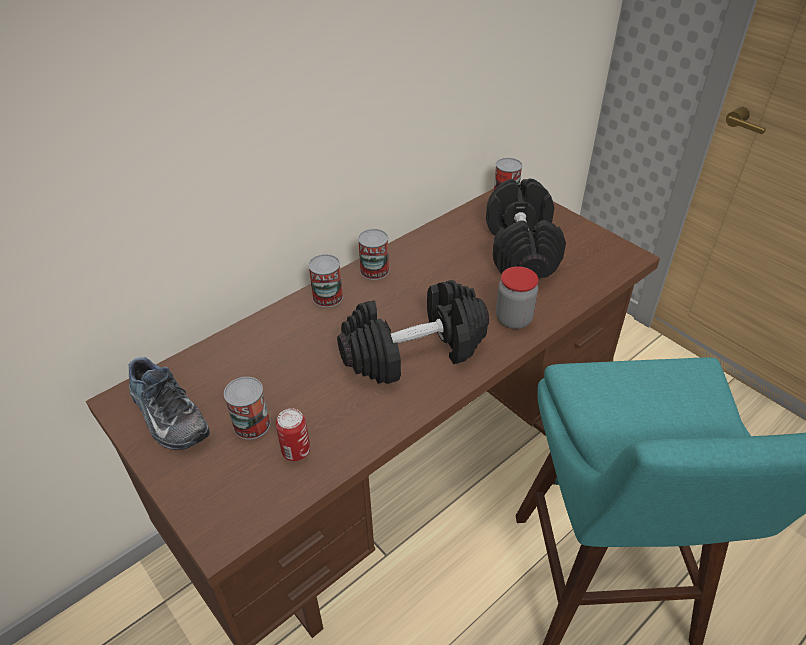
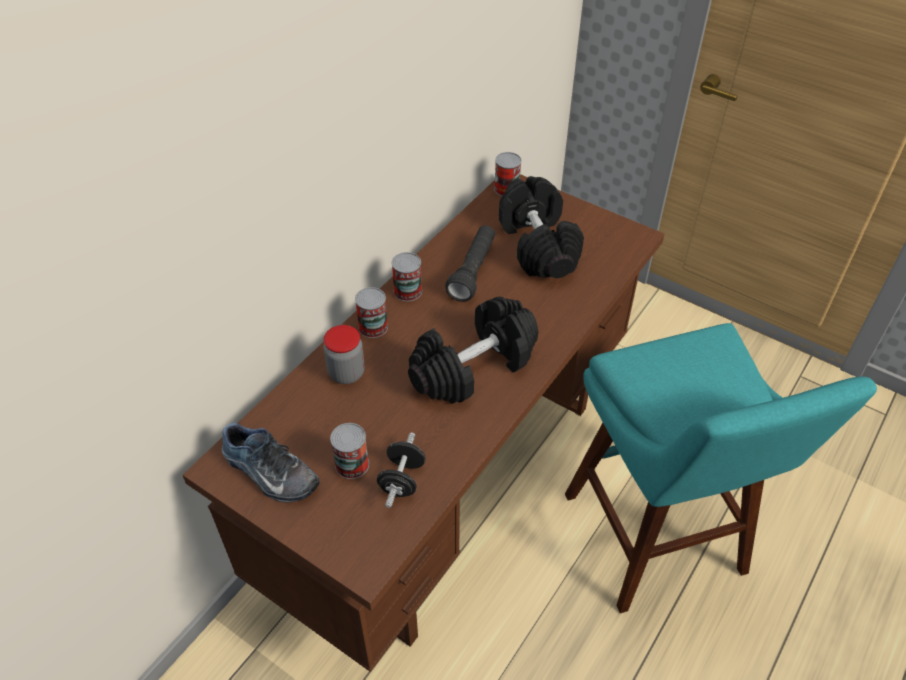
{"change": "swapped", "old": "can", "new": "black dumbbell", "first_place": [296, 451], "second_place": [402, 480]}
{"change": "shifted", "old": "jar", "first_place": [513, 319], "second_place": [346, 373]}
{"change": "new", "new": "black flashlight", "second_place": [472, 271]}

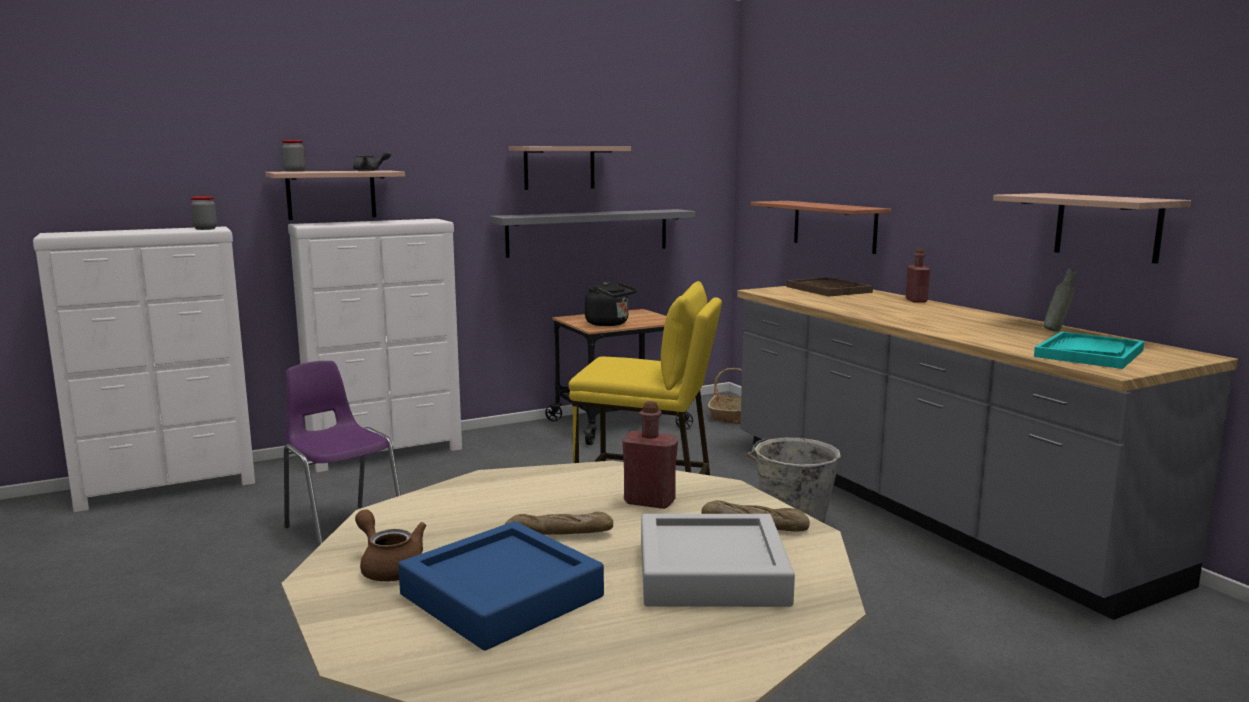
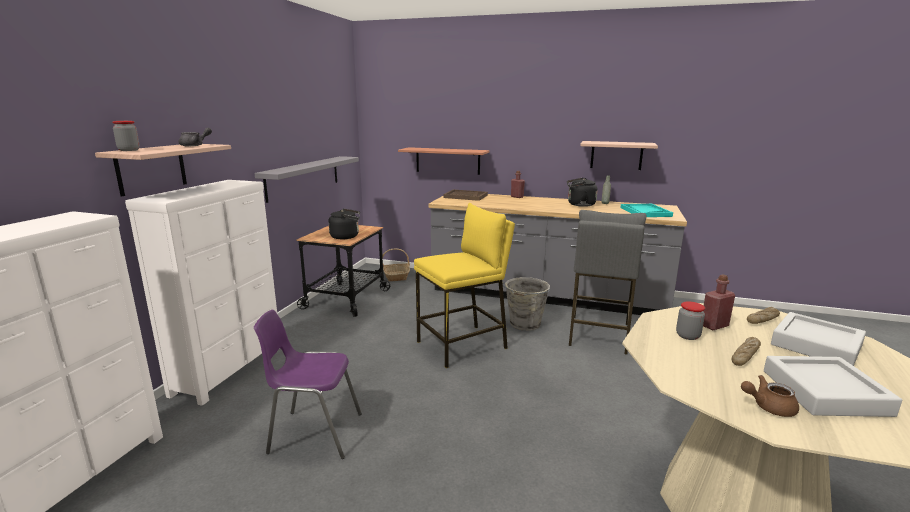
{"change": "shifted", "old": "jar", "first_place": [205, 229], "second_place": [687, 336]}
{"change": "repainted", "old": "blue tray", "new": "grey tray", "first_place": [501, 596], "second_place": [824, 392]}
{"change": "gone", "old": "shelf", "first_place": [559, 168]}
{"change": "new", "new": "black kettle", "second_place": [579, 205]}
{"change": "new", "new": "grey stool", "second_place": [598, 334]}

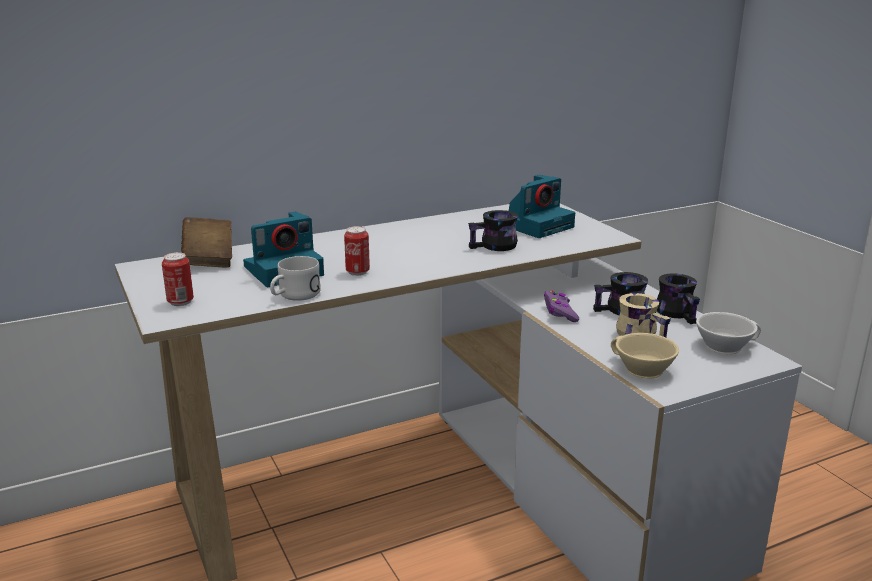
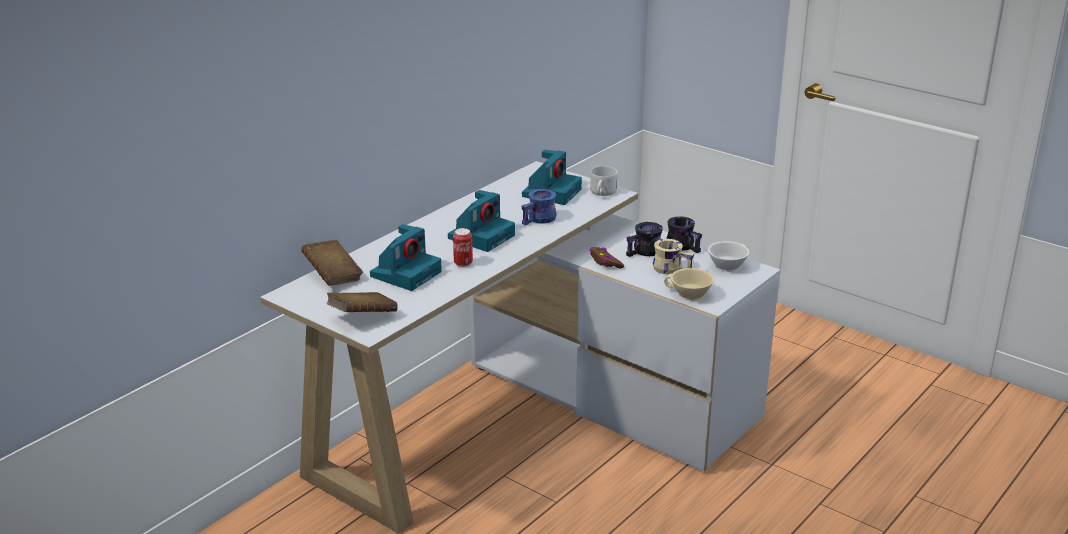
{"change": "swapped", "old": "can", "new": "brown book", "first_place": [180, 302], "second_place": [362, 317]}
{"change": "shifted", "old": "white mug", "first_place": [294, 296], "second_place": [602, 193]}
{"change": "repainted", "old": "black mug", "new": "blue mug", "first_place": [494, 247], "second_place": [540, 220]}
{"change": "repainted", "old": "purple game controller", "new": "brown game controller", "first_place": [560, 312], "second_place": [605, 262]}
{"change": "new", "new": "photo camera", "second_place": [481, 236]}

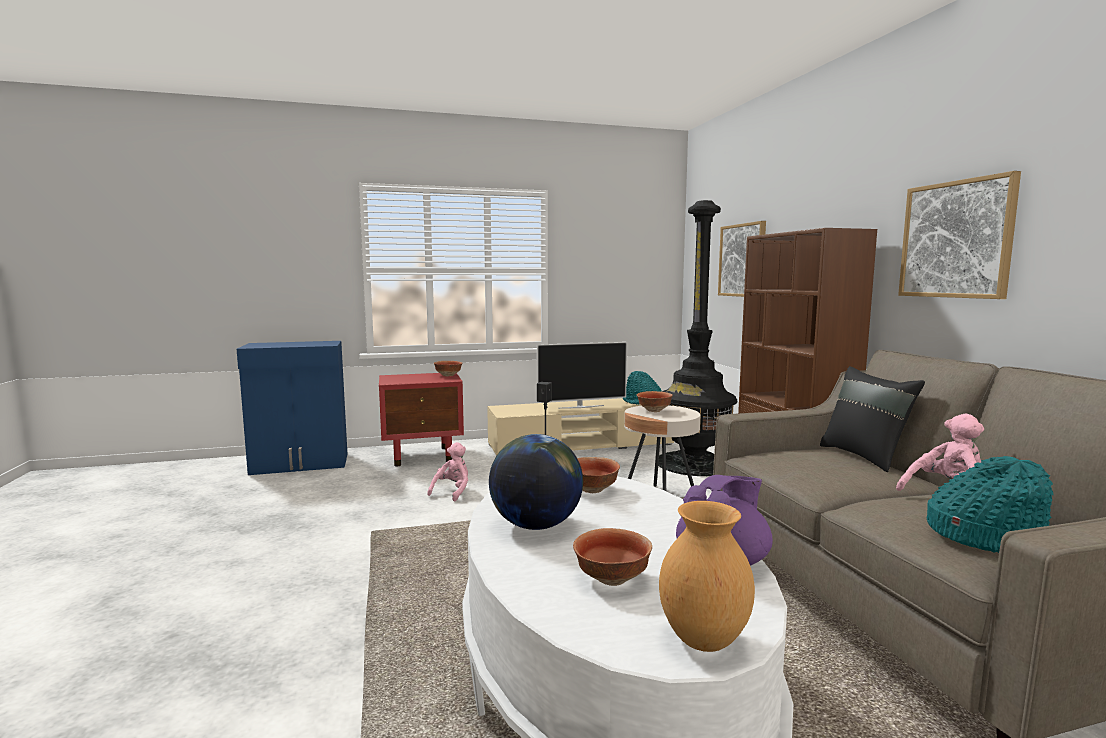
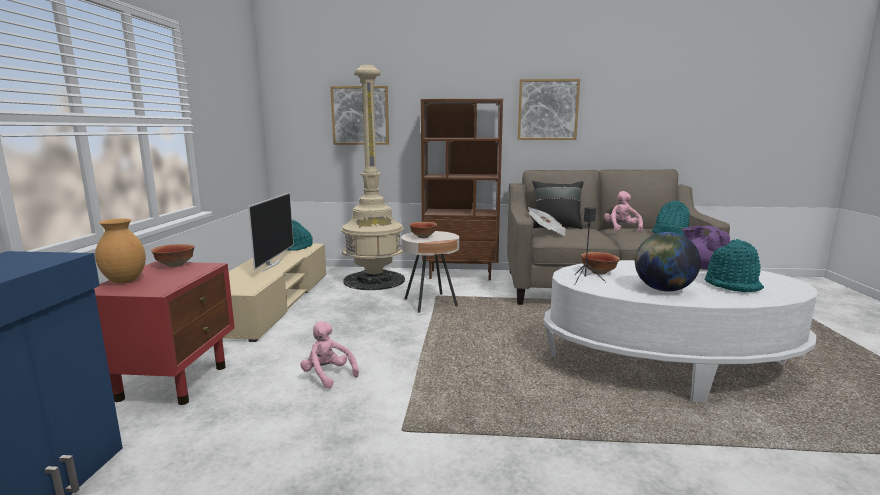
{"change": "swapped", "old": "bowl", "new": "turquoise hat", "first_place": [612, 579], "second_place": [732, 285]}
{"change": "repainted", "old": "black floor lamp", "new": "beige floor lamp", "first_place": [694, 463], "second_place": [374, 280]}
{"change": "shifted", "old": "brown vase", "first_place": [703, 639], "second_place": [124, 281]}
{"change": "new", "new": "newspaper", "second_place": [547, 232]}

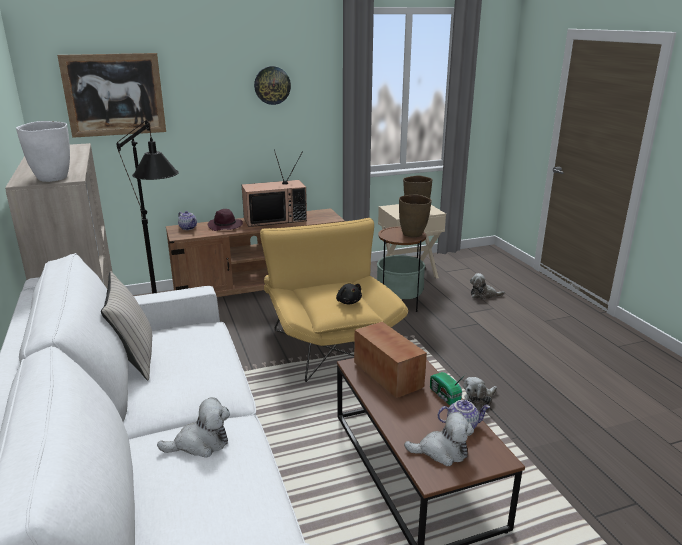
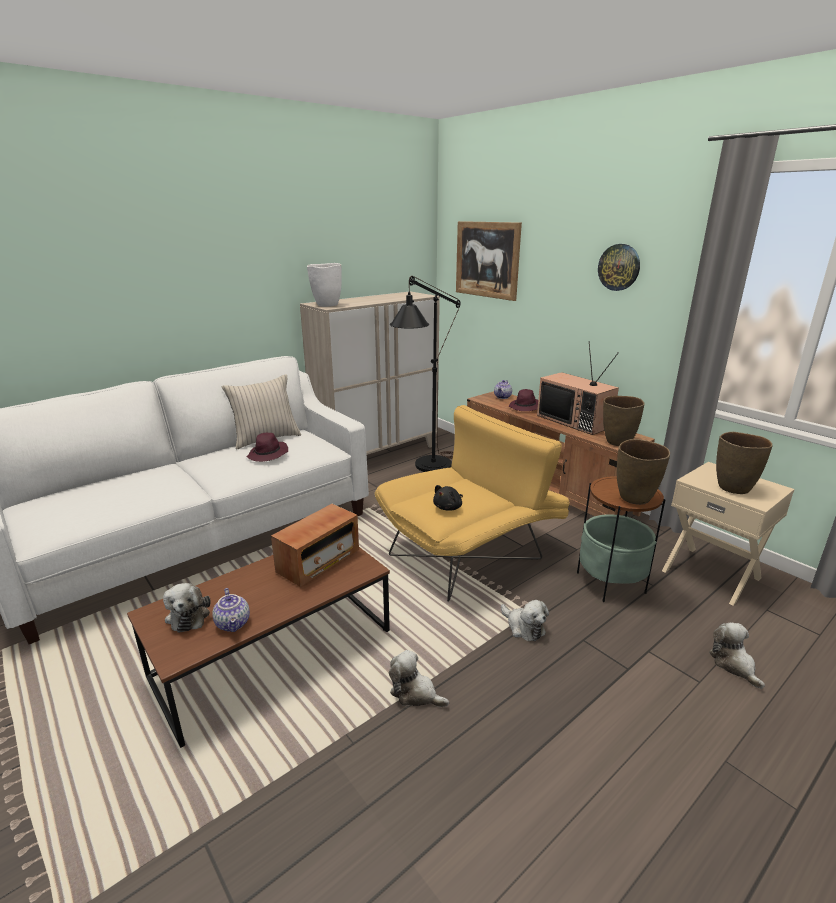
{"change": "shifted", "old": "plush toy", "first_place": [200, 444], "second_place": [523, 627]}
{"change": "gone", "old": "radio", "first_place": [444, 396]}
{"change": "new", "new": "purple hat", "second_place": [268, 455]}
{"change": "new", "new": "brown vase", "second_place": [617, 442]}

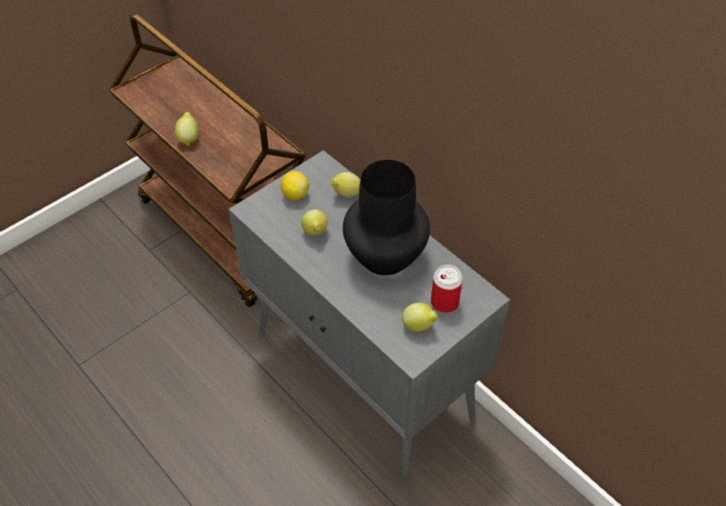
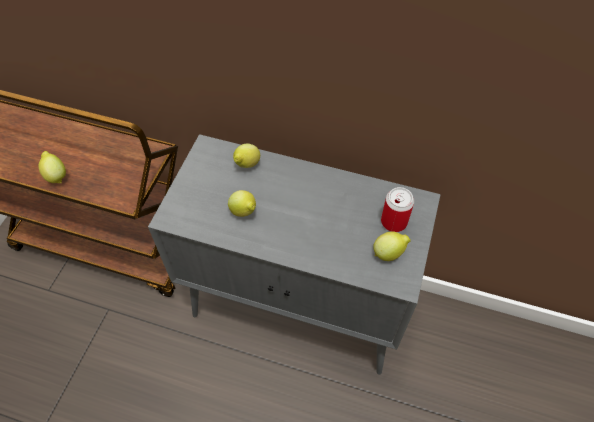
{"change": "gone", "old": "lemon", "first_place": [295, 195]}
{"change": "gone", "old": "black vase", "first_place": [384, 255]}

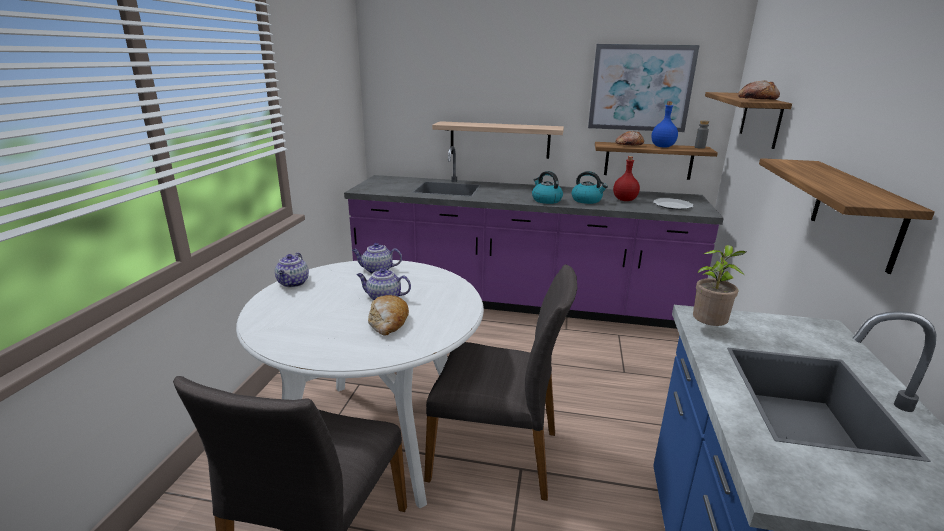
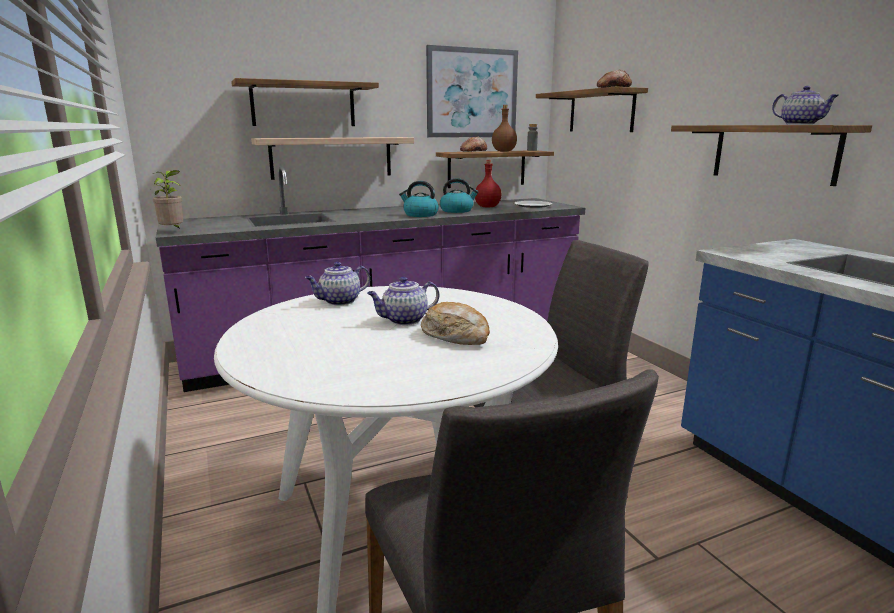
{"change": "shifted", "old": "teapot", "first_place": [293, 283], "second_place": [801, 124]}
{"change": "repainted", "old": "blue bottle", "new": "brown bottle", "first_place": [663, 147], "second_place": [504, 151]}
{"change": "shifted", "old": "potted plant", "first_place": [708, 329], "second_place": [173, 232]}
{"change": "new", "new": "shelf", "second_place": [303, 104]}

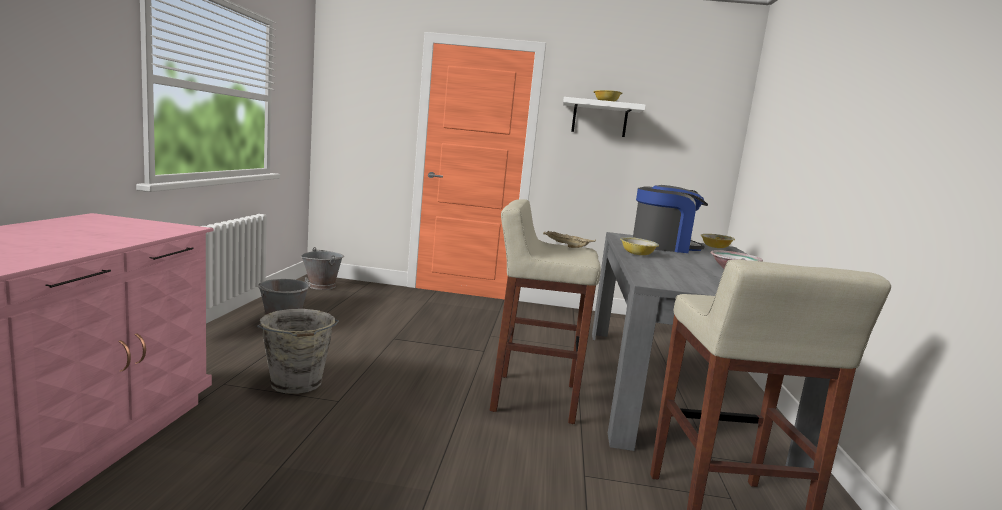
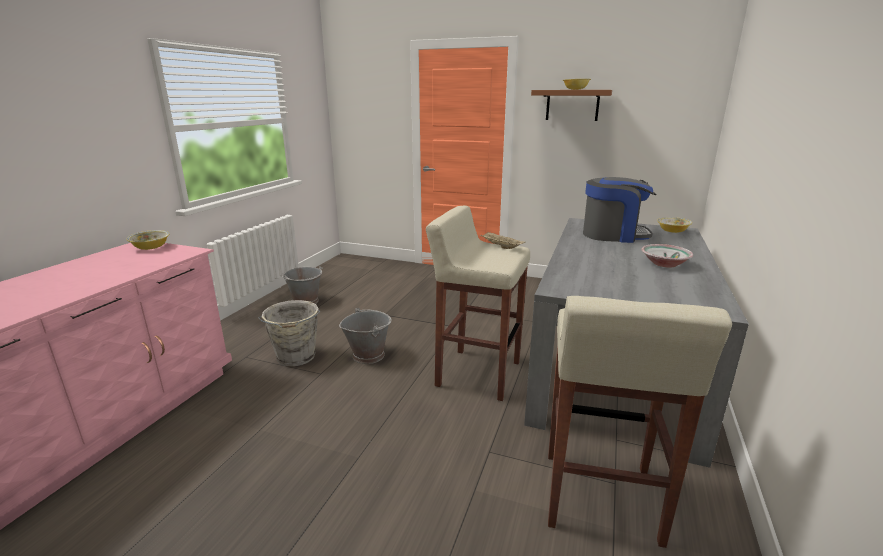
{"change": "shifted", "old": "grey bucket", "first_place": [322, 286], "second_place": [368, 355]}
{"change": "repainted", "old": "white shelf", "new": "brown shelf", "first_place": [599, 119], "second_place": [572, 105]}
{"change": "shifted", "old": "bowl", "first_place": [637, 254], "second_place": [151, 248]}

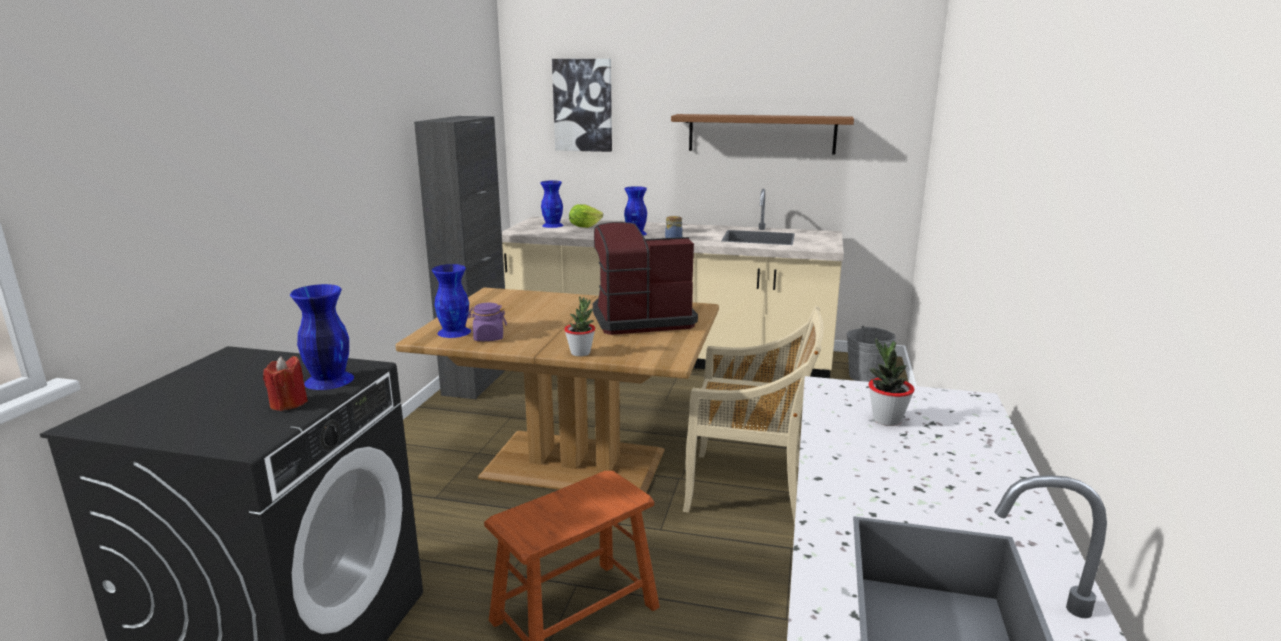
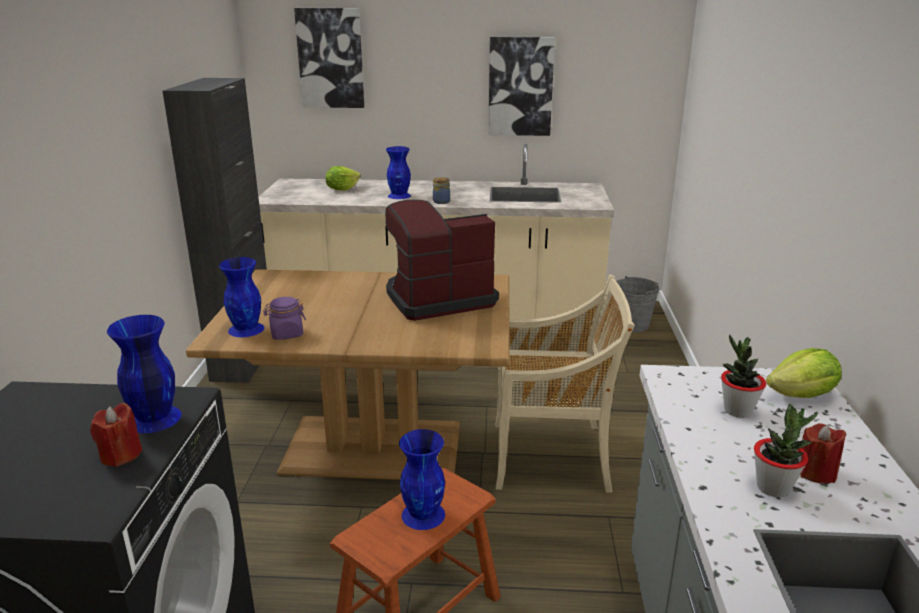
{"change": "shifted", "old": "blue vase", "first_place": [553, 225], "second_place": [424, 515]}
{"change": "shifted", "old": "potted plant", "first_place": [580, 353], "second_place": [773, 488]}
{"change": "swapped", "old": "brown shelf", "new": "picture", "first_place": [761, 134], "second_place": [520, 86]}
{"change": "new", "new": "lettuce", "second_place": [802, 395]}
{"change": "new", "new": "red candle", "second_place": [816, 473]}

